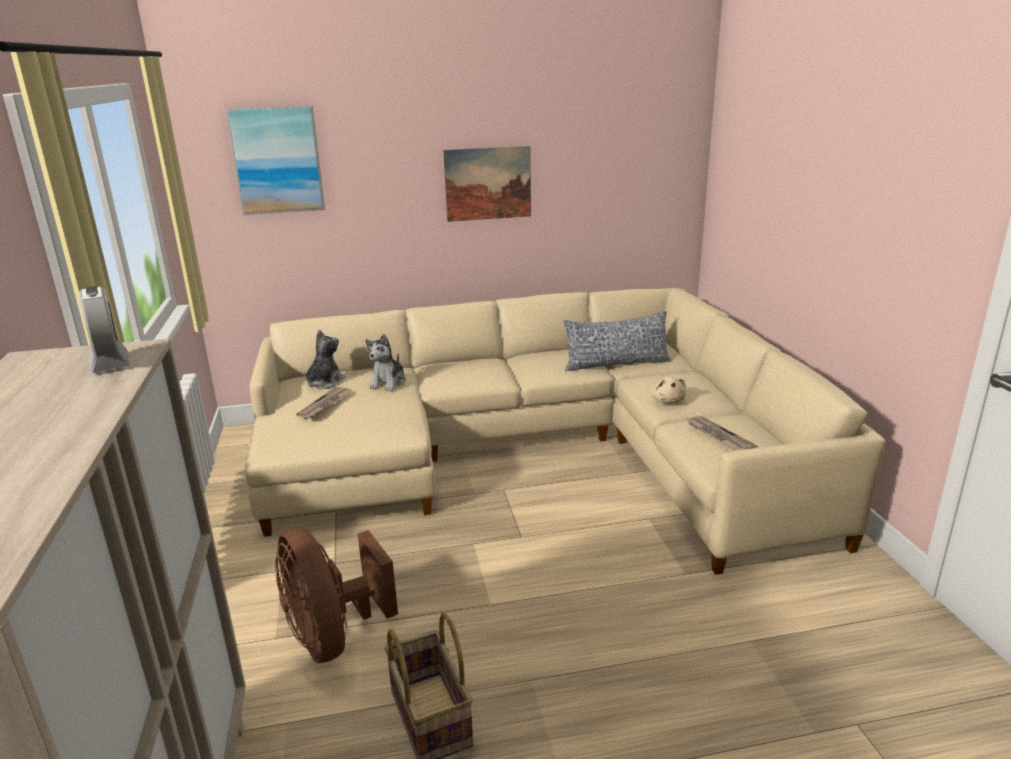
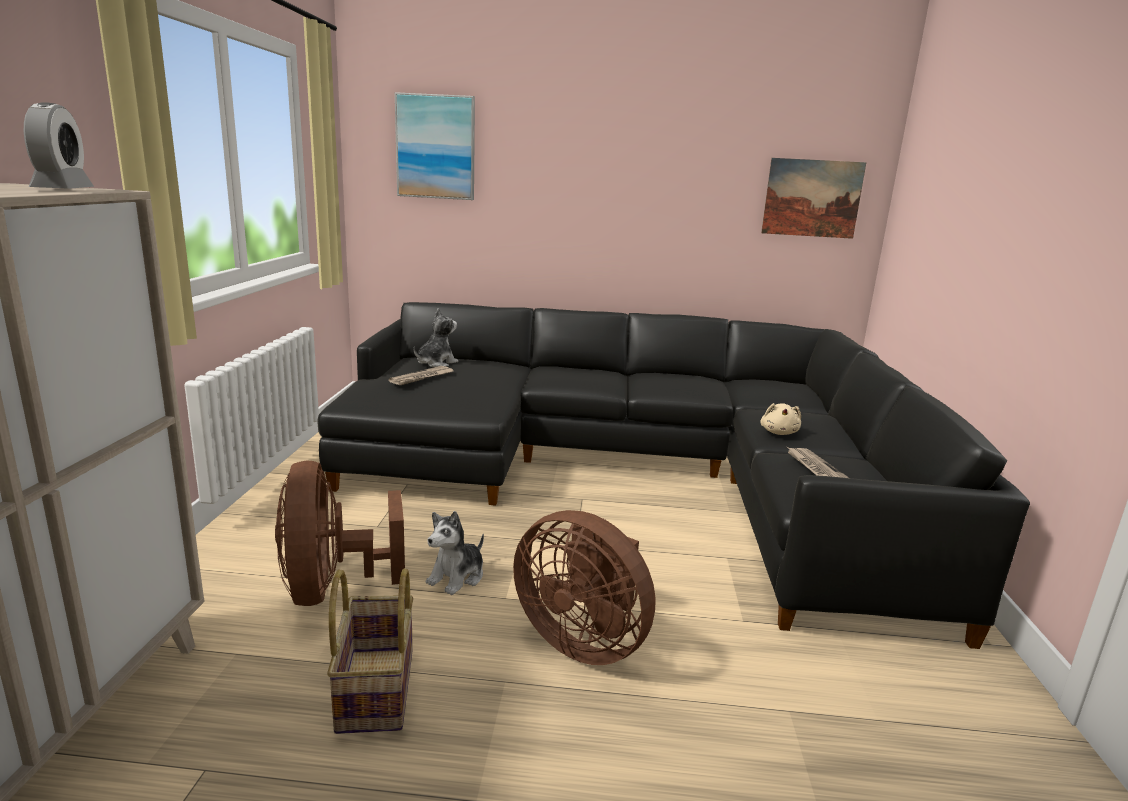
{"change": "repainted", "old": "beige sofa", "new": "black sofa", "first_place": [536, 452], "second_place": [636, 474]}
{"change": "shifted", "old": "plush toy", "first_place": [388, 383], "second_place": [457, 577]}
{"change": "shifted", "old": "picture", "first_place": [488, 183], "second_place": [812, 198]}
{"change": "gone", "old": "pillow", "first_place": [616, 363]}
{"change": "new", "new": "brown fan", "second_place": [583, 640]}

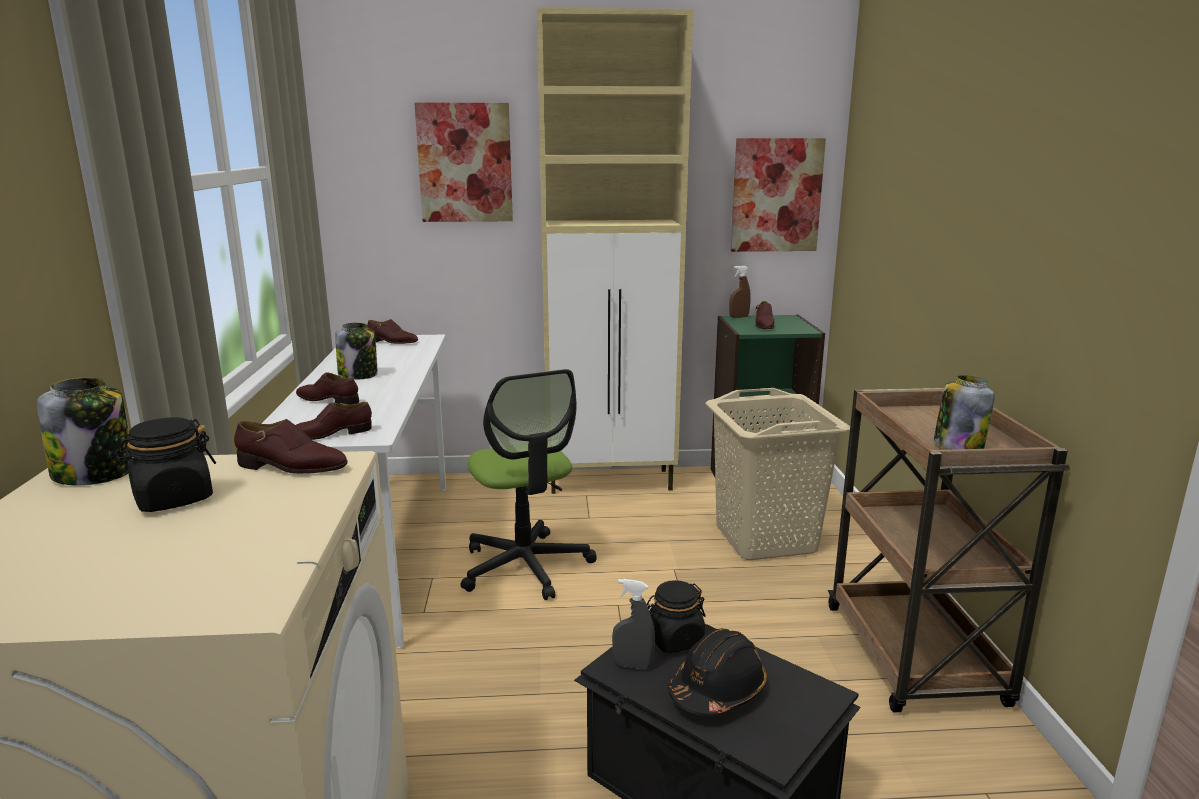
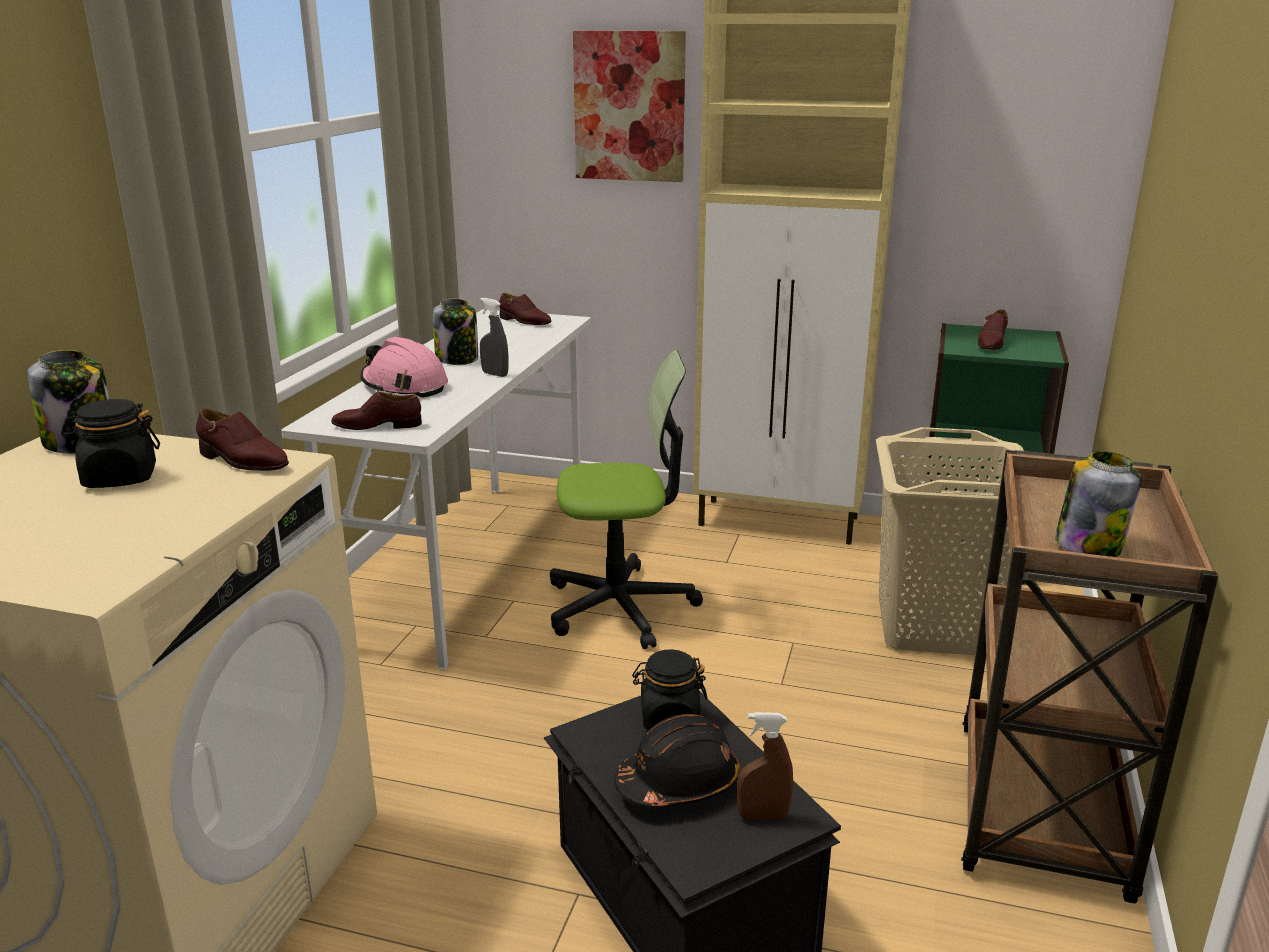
{"change": "swapped", "old": "brown shoe", "new": "pink hard hat", "first_place": [328, 400], "second_place": [404, 386]}
{"change": "rotated", "old": "office chair", "first_place": [525, 566], "second_place": [620, 607], "degrees": -90}
{"change": "shifted", "old": "grey spray bottle", "first_place": [633, 665], "second_place": [495, 374]}
{"change": "shifted", "old": "brown spray bottle", "first_place": [739, 317], "second_place": [763, 816]}
{"change": "gone", "old": "picture", "first_place": [776, 195]}

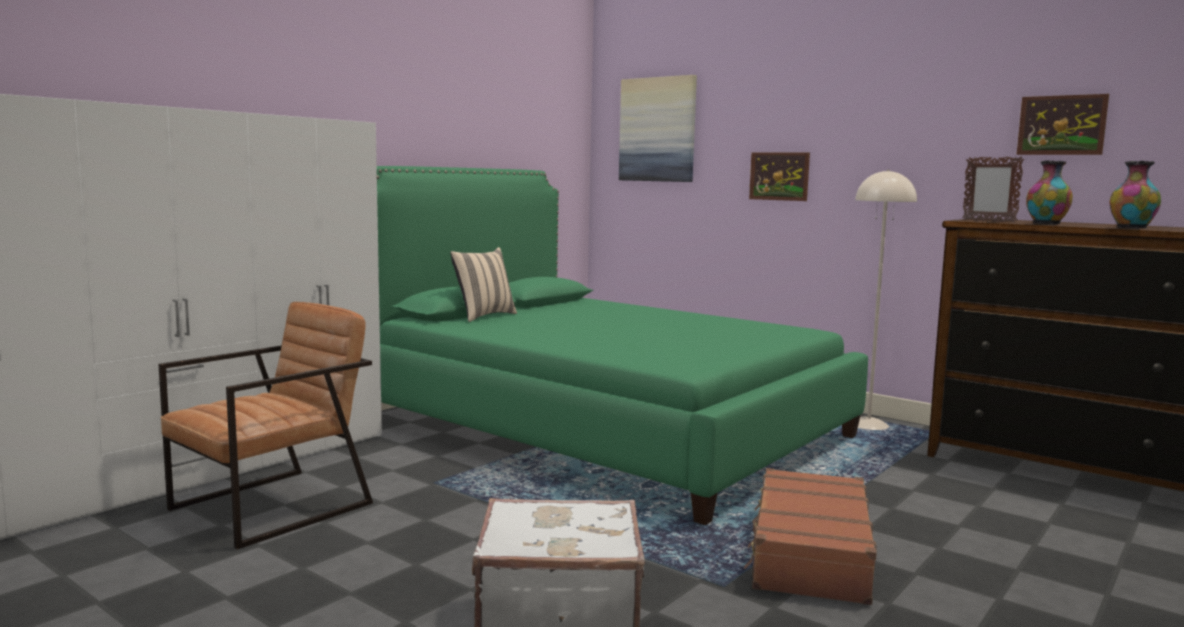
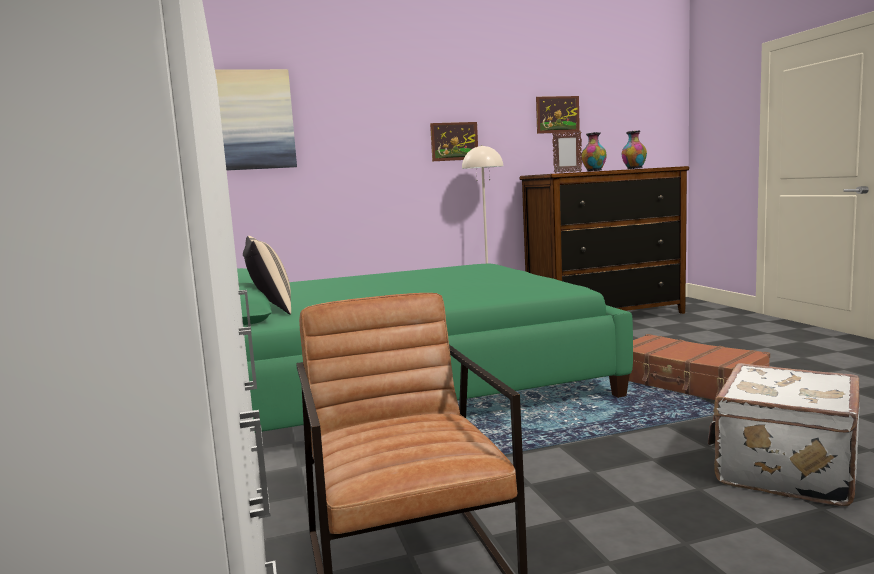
{"change": "shifted", "old": "picture", "first_place": [779, 176], "second_place": [454, 141]}

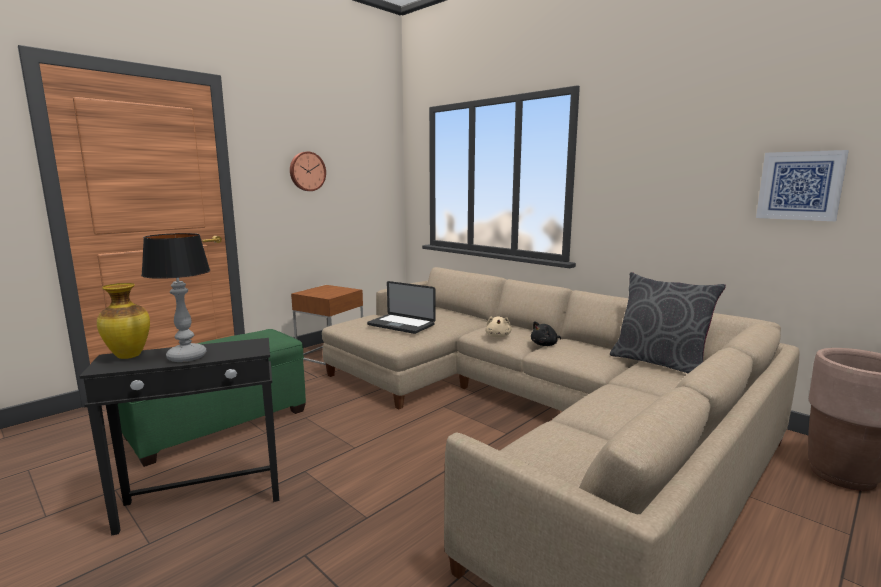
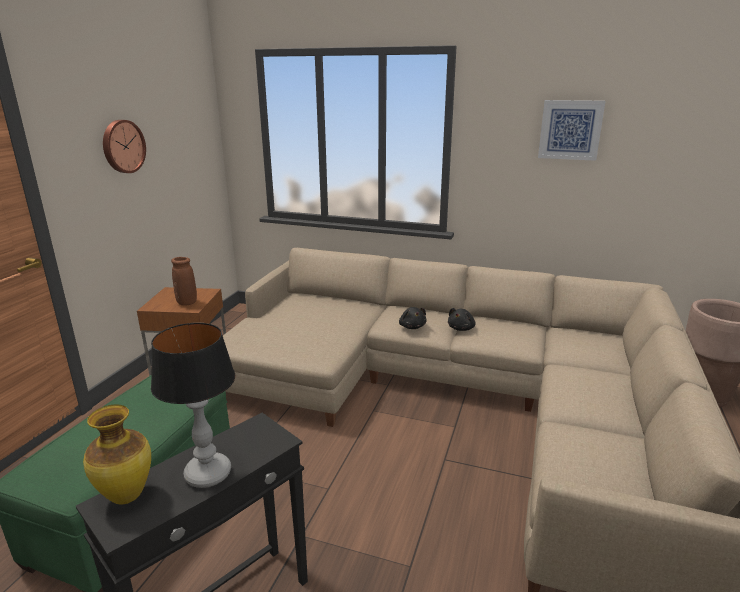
{"change": "gone", "old": "laptop", "first_place": [401, 325]}
{"change": "repainted", "old": "beige plush toy", "new": "black plush toy", "first_place": [498, 336], "second_place": [412, 326]}
{"change": "gone", "old": "grey pillow", "first_place": [659, 363]}
{"change": "shifted", "old": "picture", "first_place": [800, 186], "second_place": [570, 130]}
{"change": "new", "new": "brown vase", "second_place": [187, 303]}

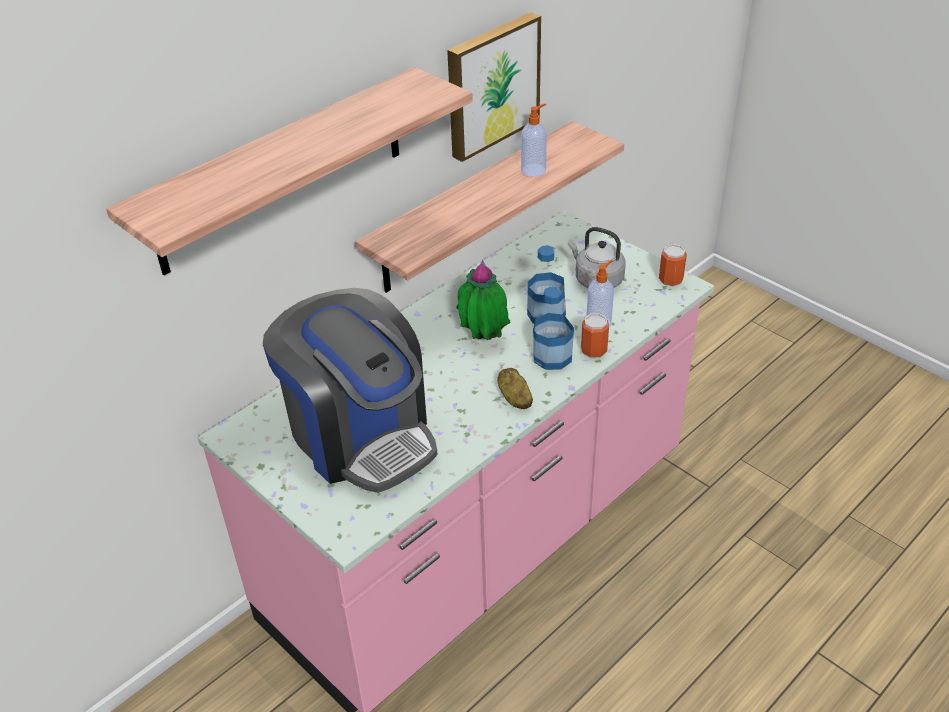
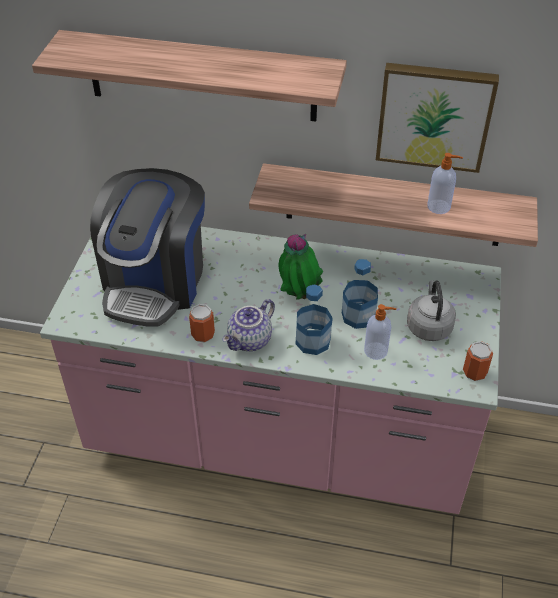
{"change": "swapped", "old": "potato", "new": "teapot", "first_place": [514, 398], "second_place": [250, 341]}
{"change": "shifted", "old": "can", "first_place": [593, 351], "second_place": [203, 334]}

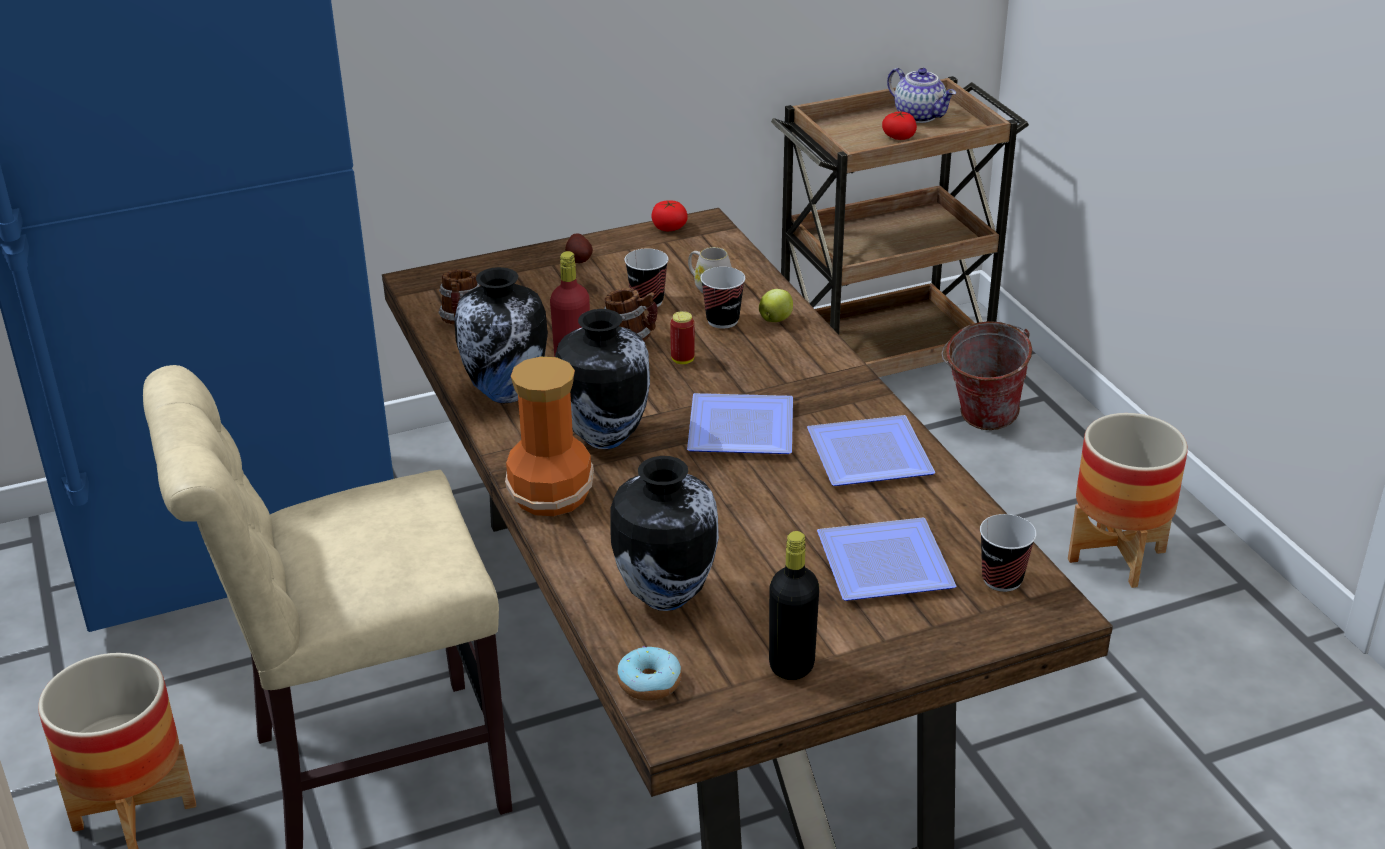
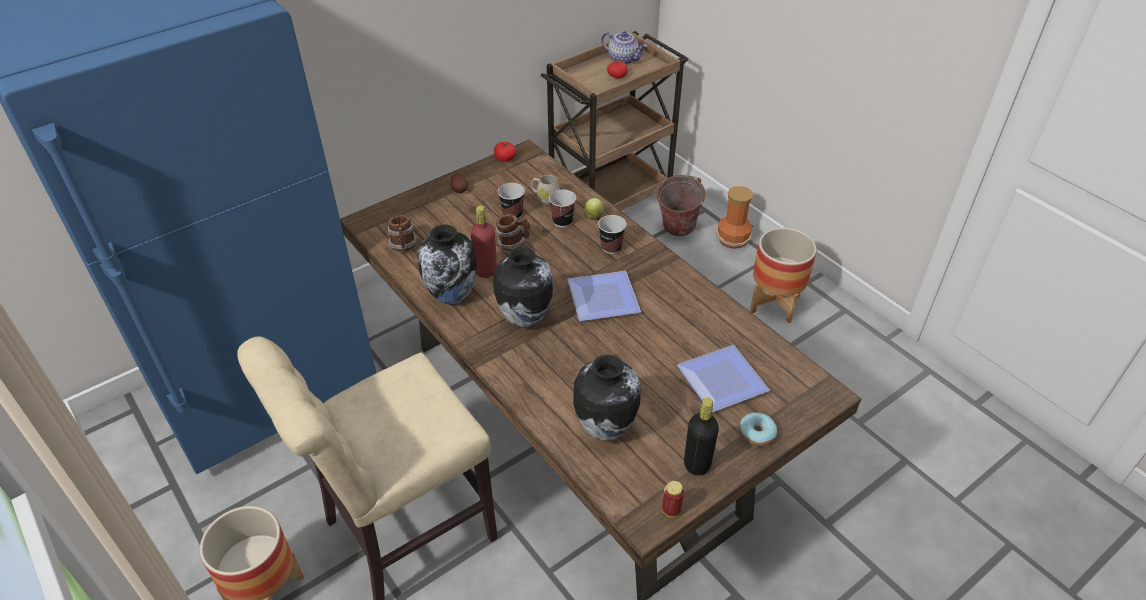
{"change": "shifted", "old": "vase", "first_place": [552, 494], "second_place": [733, 239]}
{"change": "shifted", "old": "donut", "first_place": [649, 683], "second_place": [756, 434]}
{"change": "shifted", "old": "can", "first_place": [682, 360], "second_place": [671, 510]}
{"change": "gone", "old": "plate", "first_place": [872, 453]}
{"change": "shifted", "old": "cup", "first_place": [1002, 579], "second_place": [611, 247]}

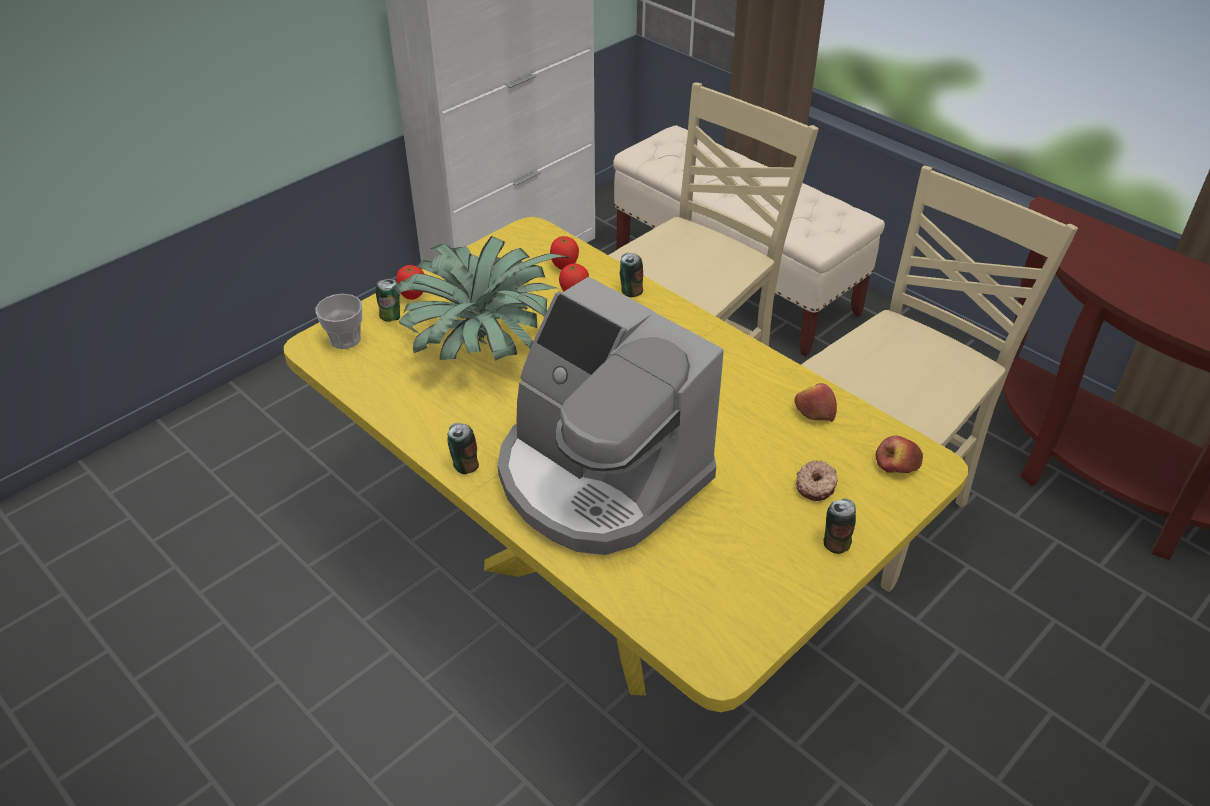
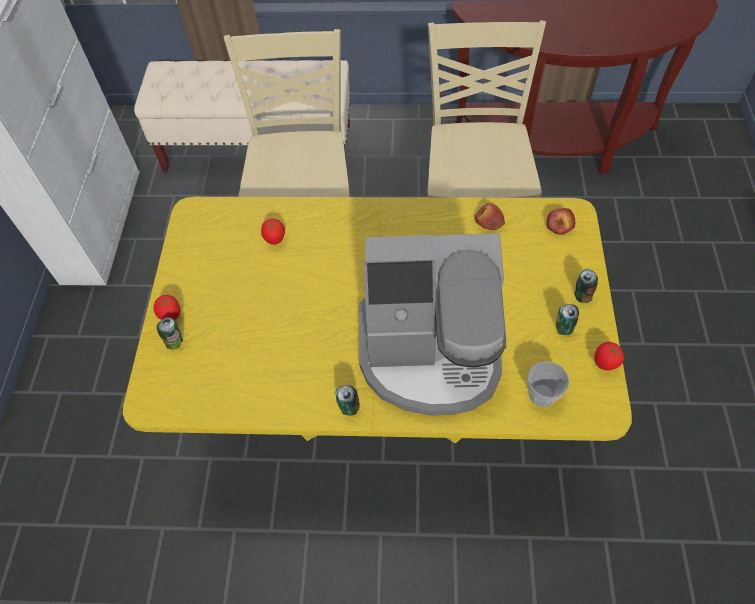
{"change": "shifted", "old": "cup", "first_place": [345, 339], "second_place": [542, 394]}
{"change": "gone", "old": "potted plant", "first_place": [483, 347]}
{"change": "shifted", "old": "tomato", "first_place": [564, 267], "second_place": [604, 364]}
{"change": "shifted", "old": "can", "first_place": [630, 291], "second_place": [563, 328]}
{"change": "gone", "old": "donut", "first_place": [816, 486]}

